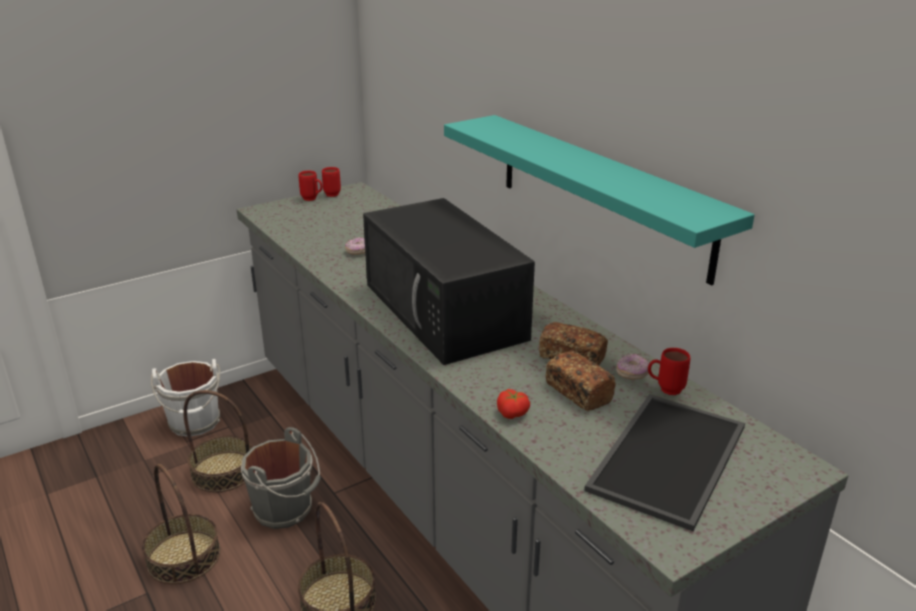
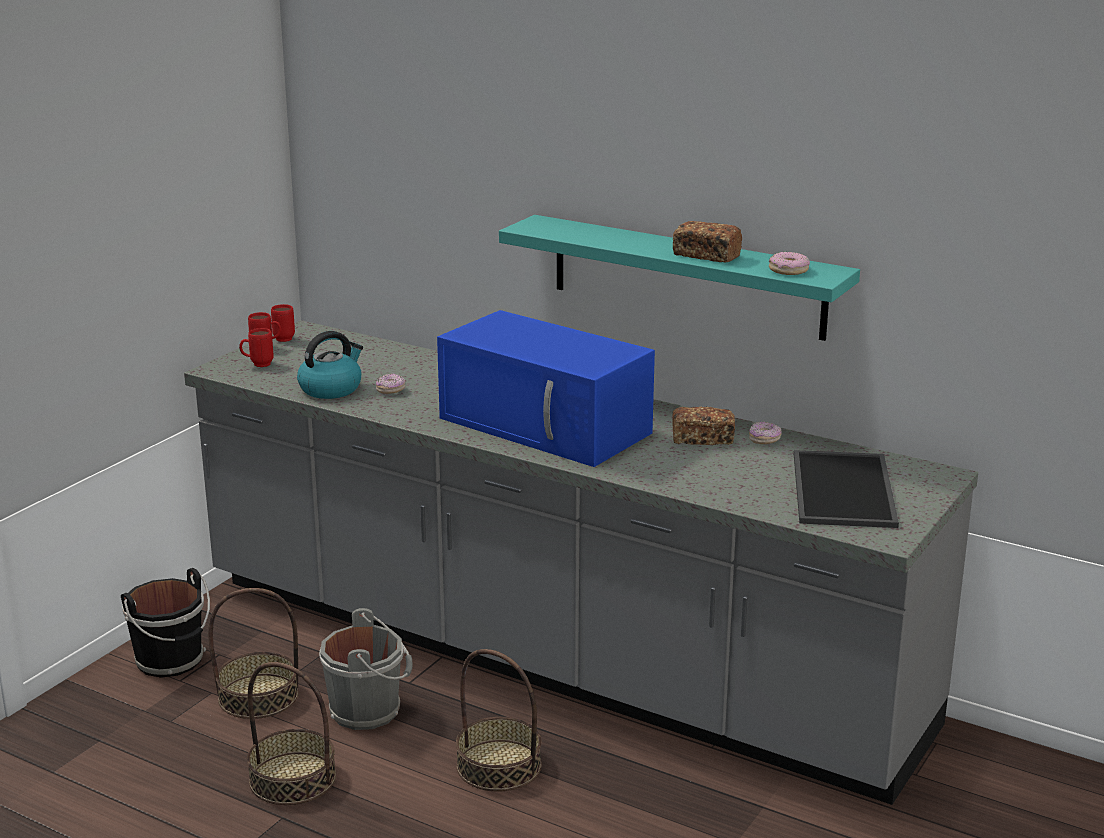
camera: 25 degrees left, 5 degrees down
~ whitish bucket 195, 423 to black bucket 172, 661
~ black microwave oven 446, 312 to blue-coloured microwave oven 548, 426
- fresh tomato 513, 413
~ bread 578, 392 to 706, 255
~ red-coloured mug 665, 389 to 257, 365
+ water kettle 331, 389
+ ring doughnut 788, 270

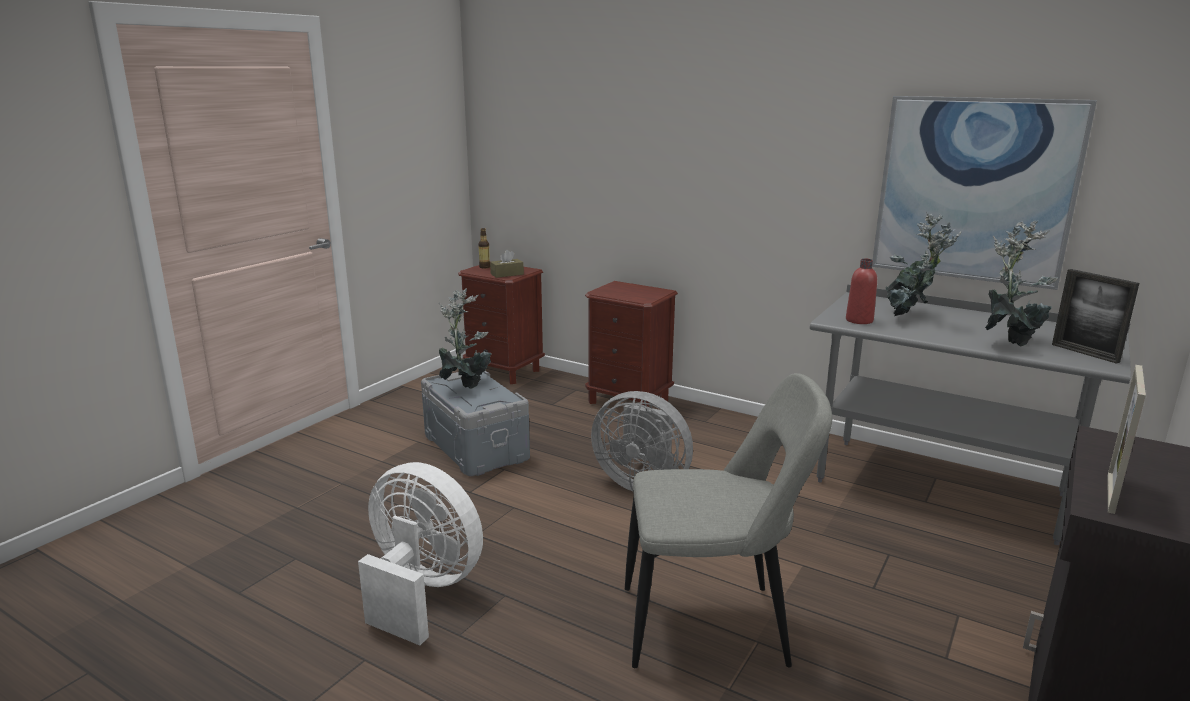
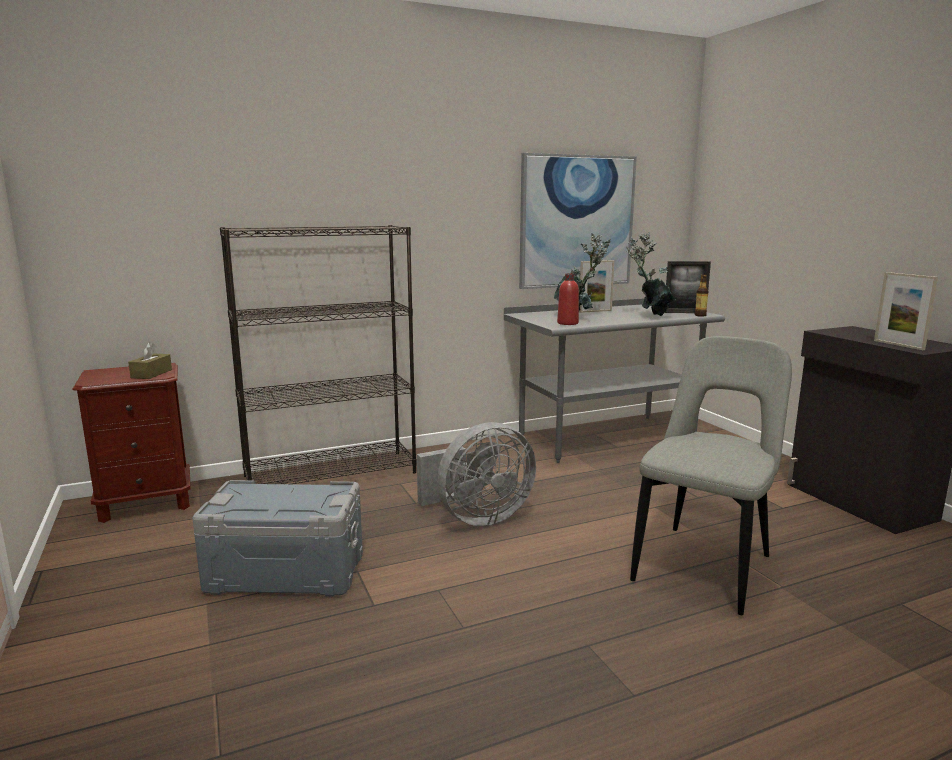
camera: 55 degrees left, 5 degrees down
- whitish cooling fan 421, 591
- houseplant 465, 385
~ beverage bottle 484, 267 to 700, 315
~ brown-coloured bedside table 628, 401 to black shelving unit 331, 474
+ photo frame 595, 311

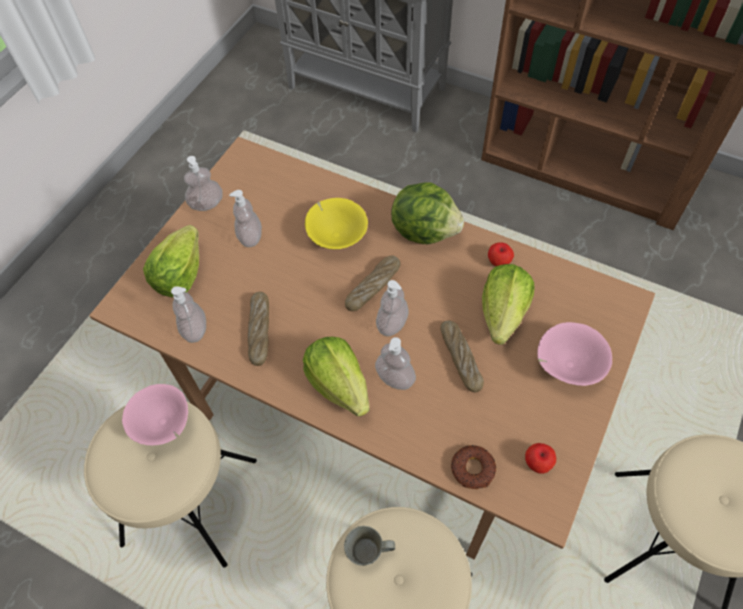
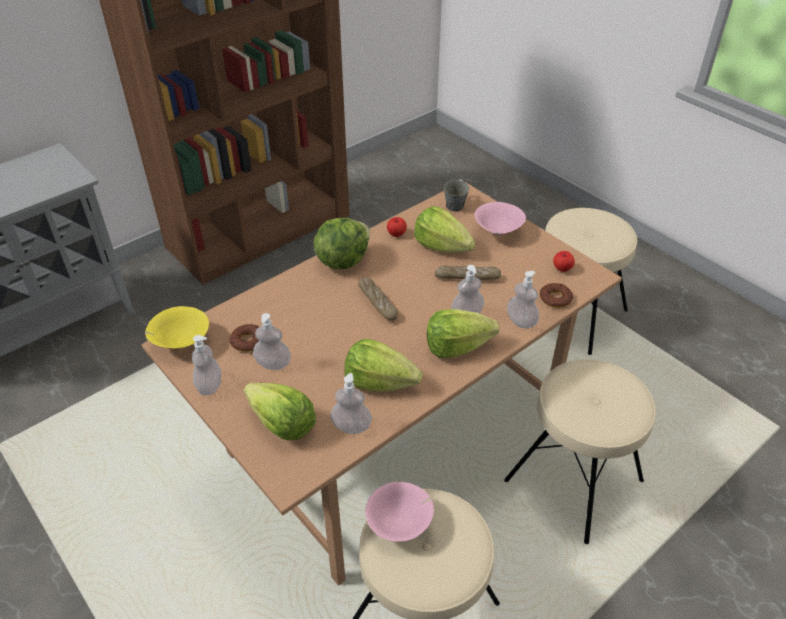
camera: 70 degrees left, 15 degrees down
~ bread 260, 331 to lettuce head 379, 382
~ yellow deep dish 336, 236 to 180, 342
~ greyish mug 368, 552 to 455, 205
~ soap bottle 392, 324 to 521, 321
+ ring doughnut 247, 341

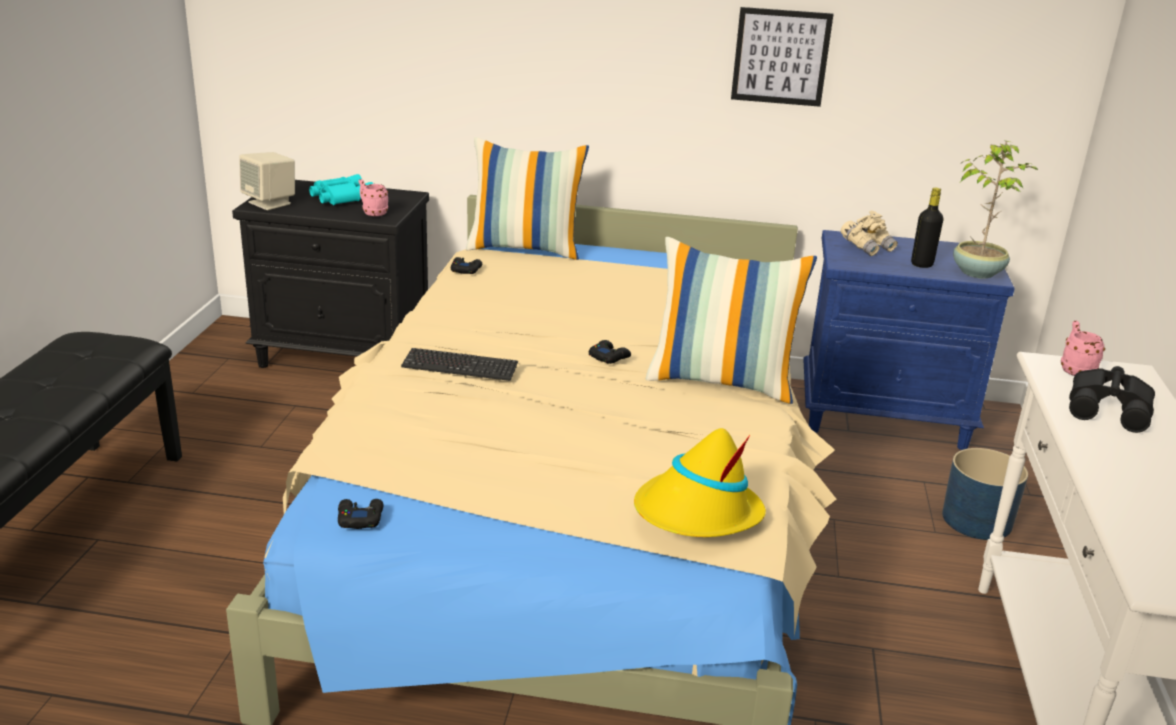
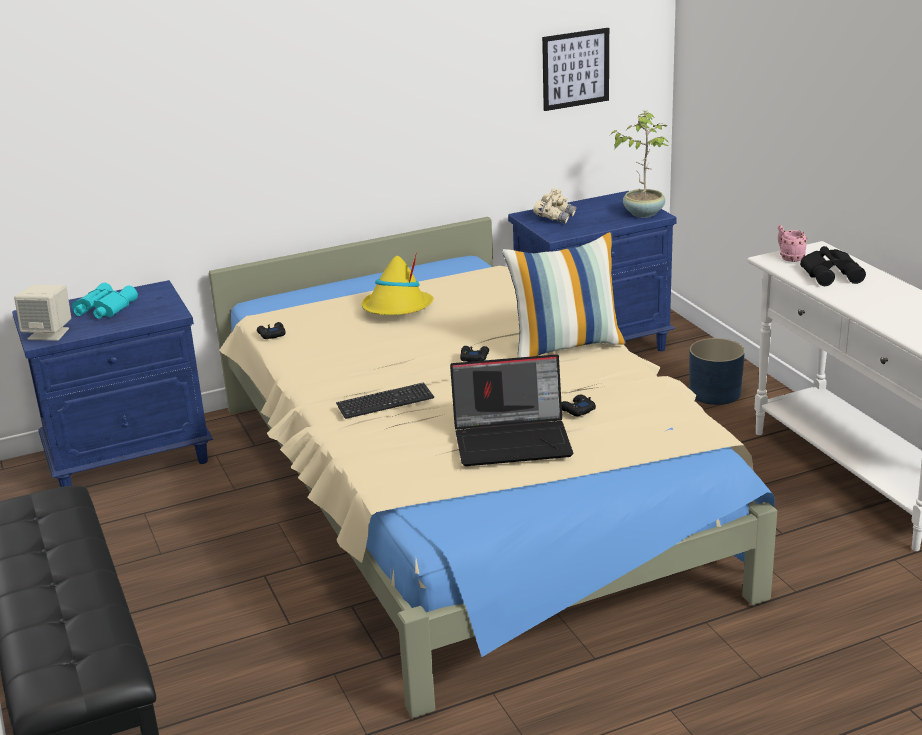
camera: 30 degrees left, 0 degrees up
~ black bedside table 345, 355 to blue-coloured bedside table 130, 458
~ black gamepad 360, 518 to 576, 410
- pink mug 372, 213
- pillow 525, 248
~ yellow hat 697, 514 to 397, 309
~ wall art 780, 57 to 575, 69
- black beverage bottle 922, 264
+ laptop 513, 440

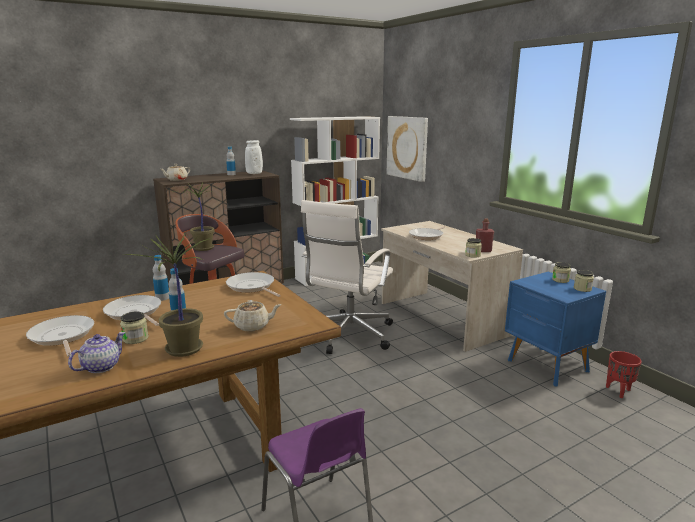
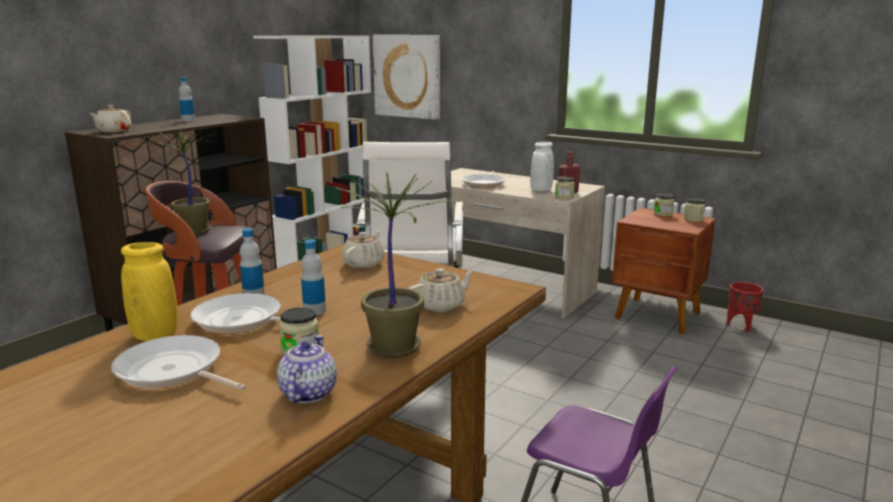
camera: 25 degrees left, 0 degrees up
~ frying pan 252, 287 to beige-coloured tea pot 364, 263
~ whitish decorative vase 254, 173 to 541, 190
~ blue-coloured bedside table 547, 366 to brown-coloured bedside table 658, 316
+ yellow decorative vase 155, 336

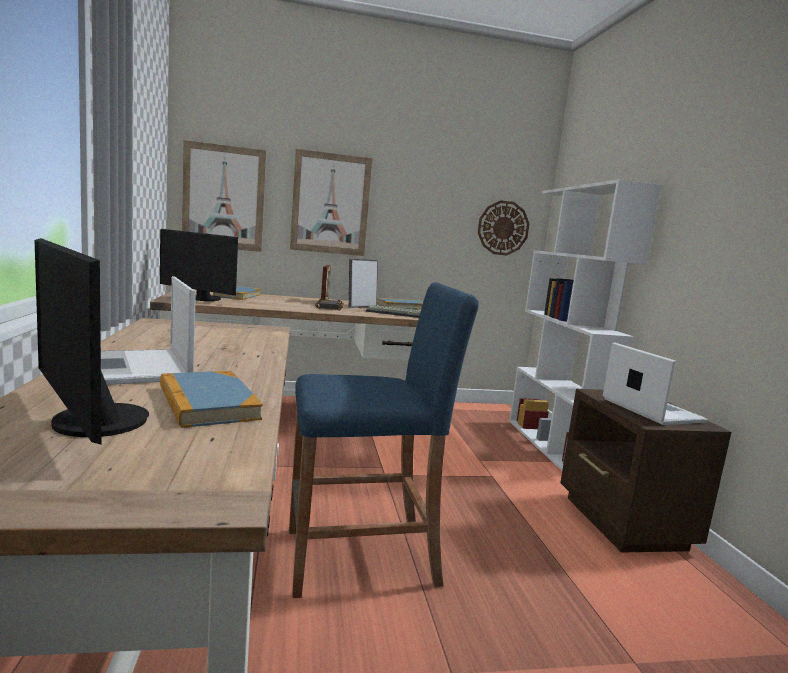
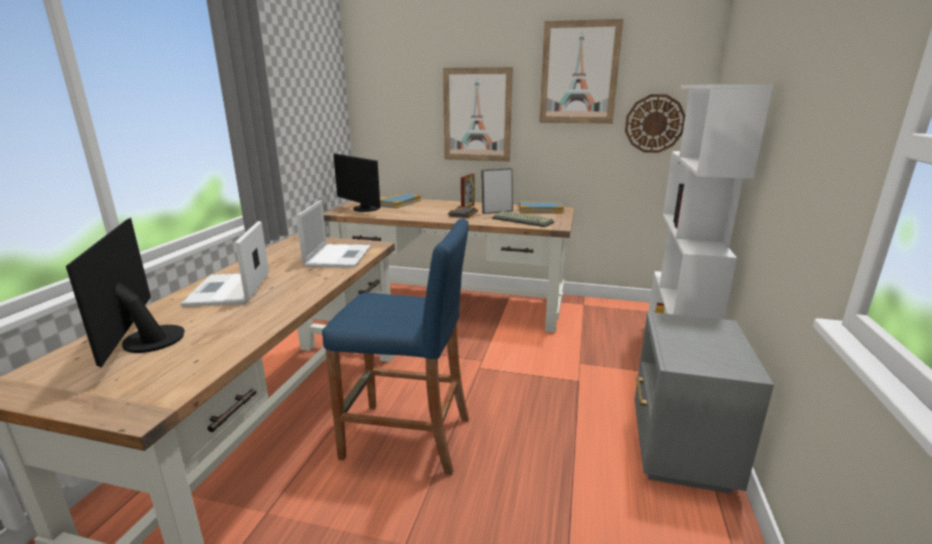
camera: 25 degrees right, 10 degrees up
- volume 207, 403
~ wall art 224, 197 to 579, 73
~ brown-coloured bedside table 623, 523 to greyish bedside table 679, 450
~ laptop 650, 409 to 338, 256

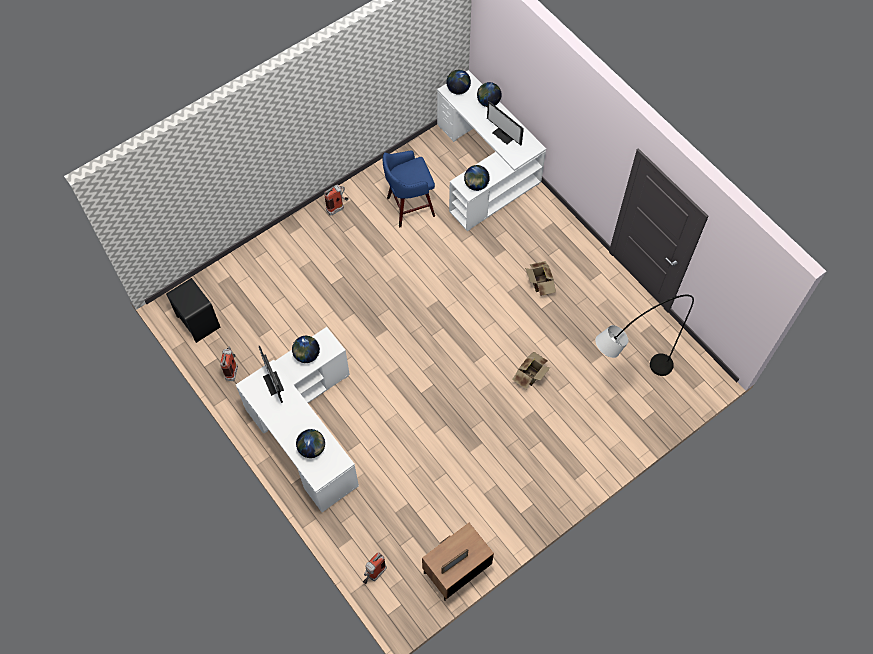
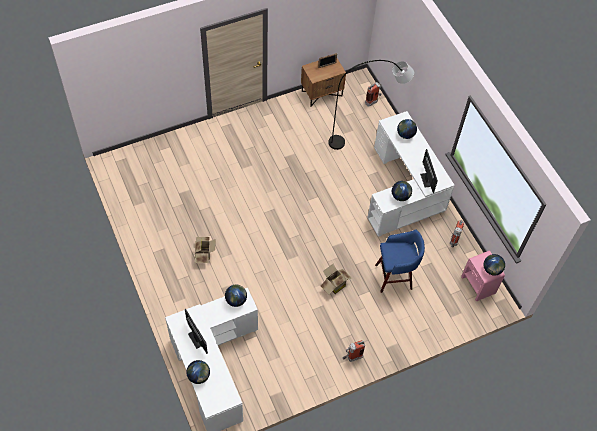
camera: 170 degrees left, 5 degrees down
~ black bedside table 198, 321 to pink bedside table 478, 285
~ blue-coloured stool 409, 207 to 395, 277
~ globe 458, 89 to 492, 270
~ packing box 531, 375 to 334, 285
~ greyish standing lamp 623, 384 to 366, 137

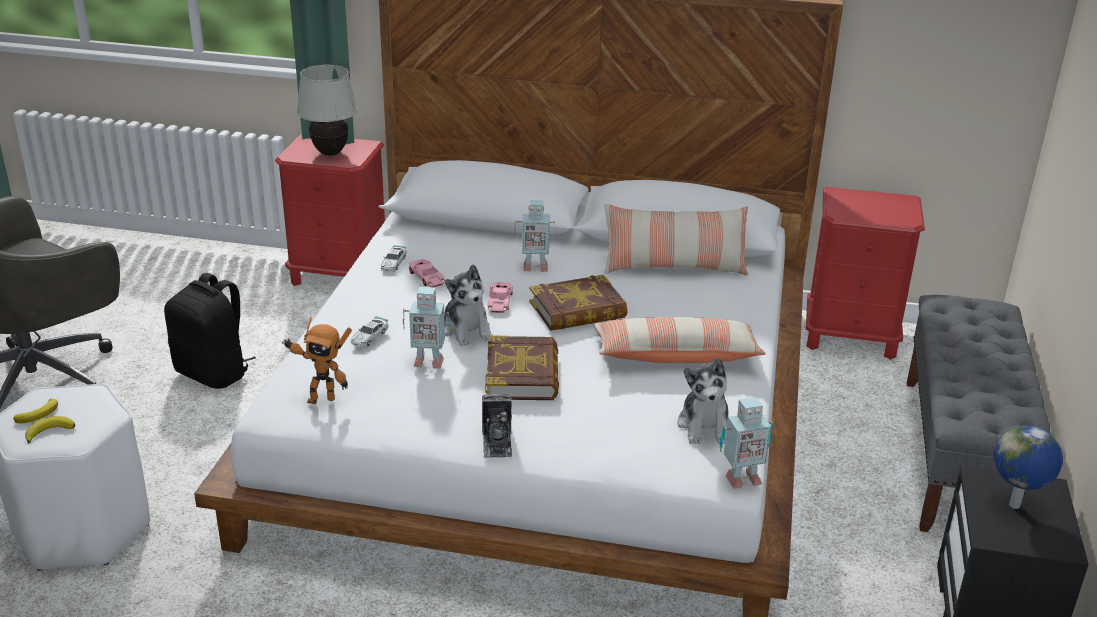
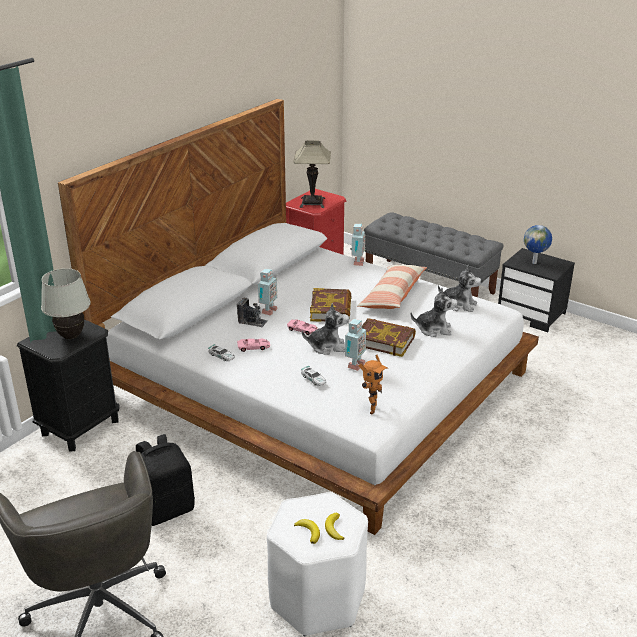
camera: 65 degrees left, 0 degrees up
~ red-coloured bedside table 339, 275 to black bedside table 80, 427
~ still camera 497, 442 to 252, 321
- pillow 674, 267
~ toy robot 741, 479 to 357, 263
+ lamp for a table 312, 202
+ cuddly toy 434, 329

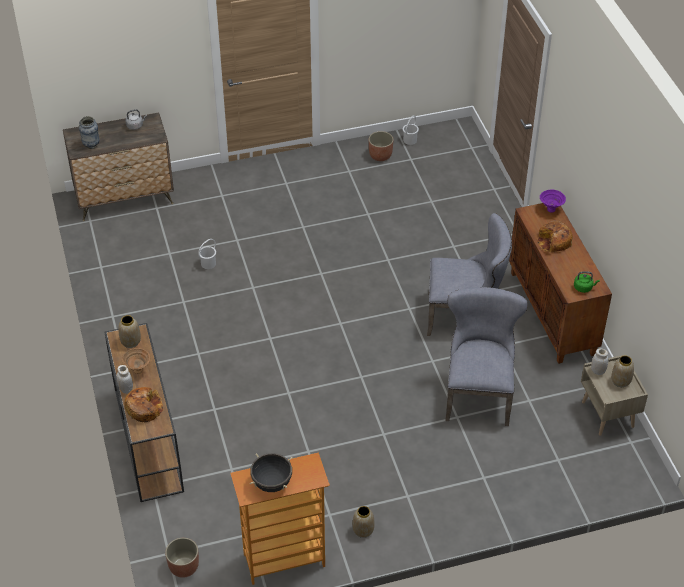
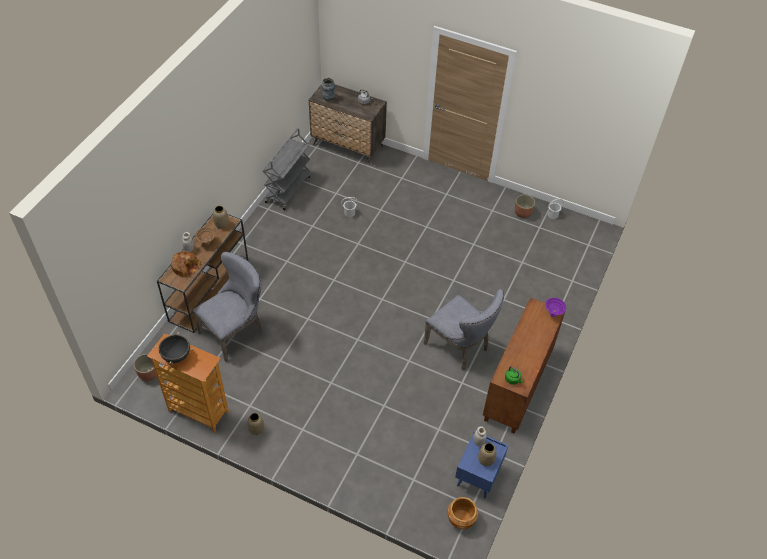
camera: 40 degrees right, 5 degrees up
~ greyish plain chair 478, 393 to 235, 331
- bread 554, 242
~ beige-coloured bedside table 608, 414 to blue-coloured bedside table 478, 477
+ greyish wheeled cart 288, 188
+ brown-coloured plant pot 461, 519

